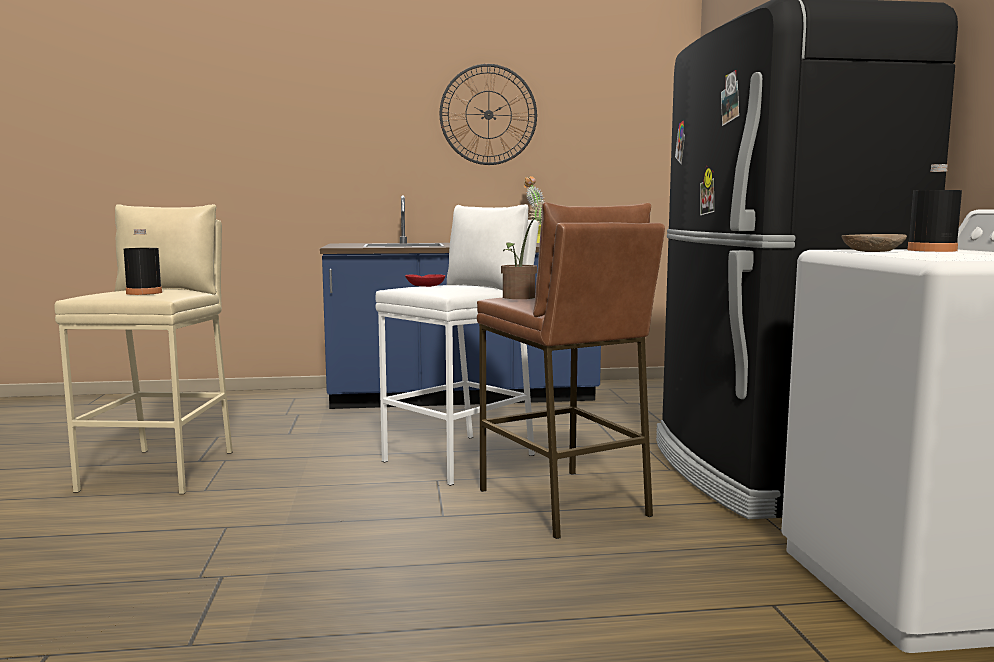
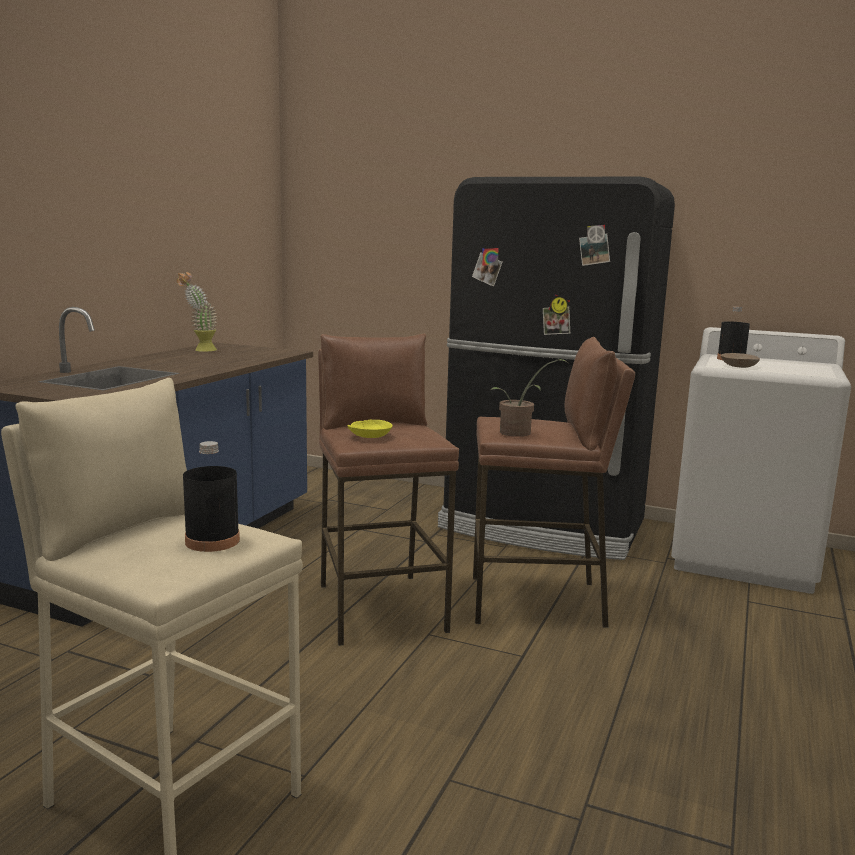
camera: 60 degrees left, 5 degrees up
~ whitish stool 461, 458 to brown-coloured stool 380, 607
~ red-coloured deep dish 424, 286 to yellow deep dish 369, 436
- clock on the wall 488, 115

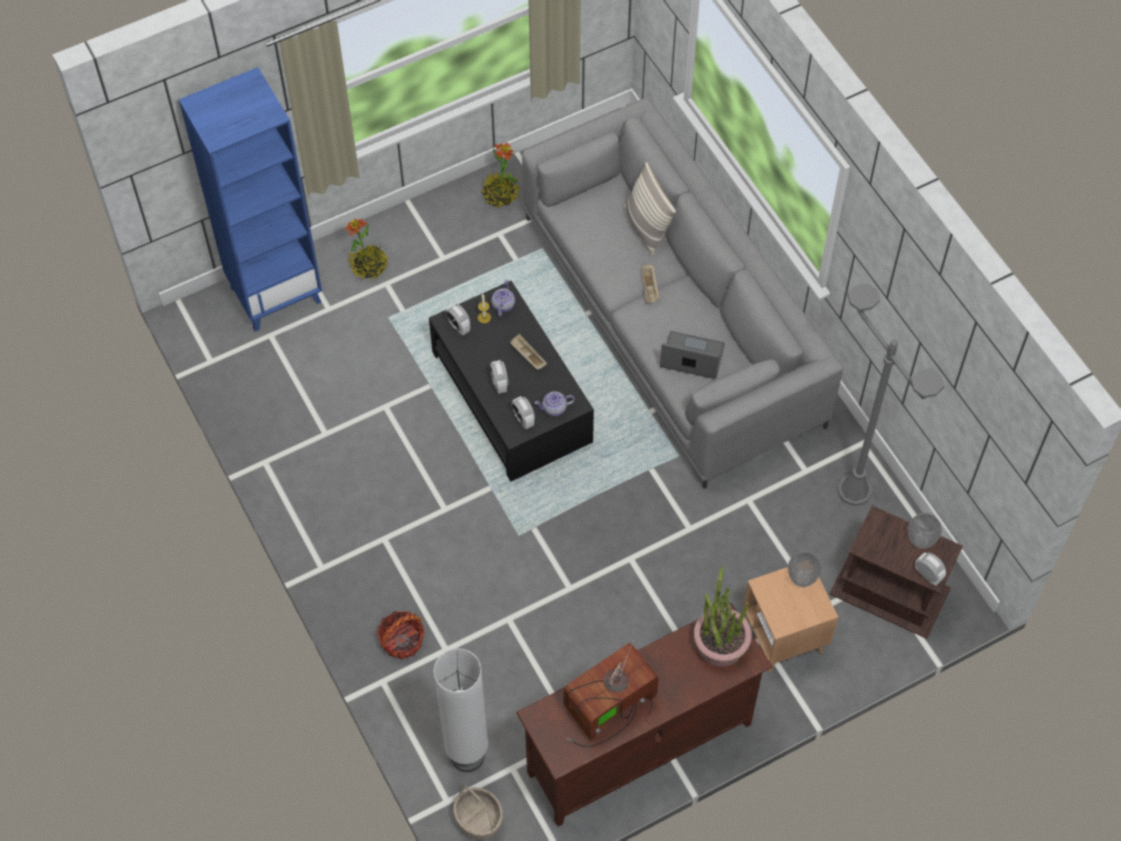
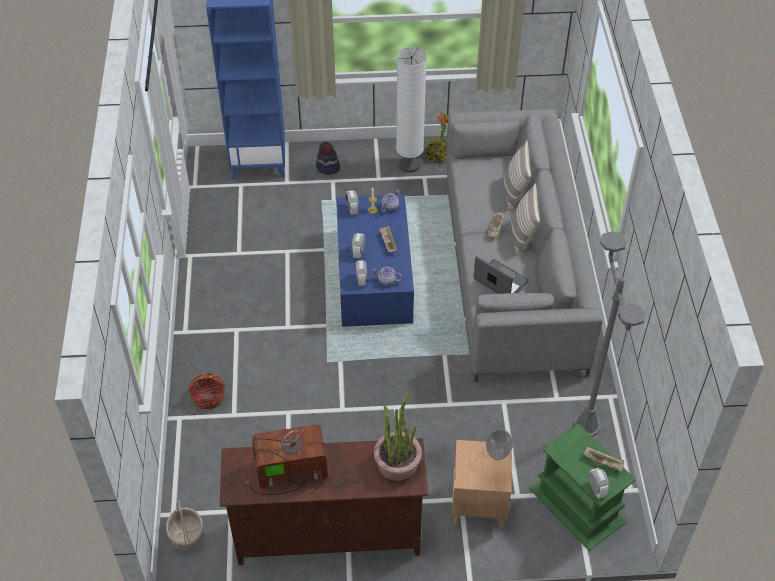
camera: 25 degrees right, 10 degrees down
~ houseplant 369, 266 to hat 328, 167
~ black lounge table 511, 397 to blue-coloured lounge table 374, 275
~ whitish standing lamp 467, 756 to 409, 165
~ brown-coloured accent table 888, 591 to greenish accent table 576, 505
~ decorative vase 920, 541 to beige-coloured serving tray 603, 462
+ pillow 521, 236

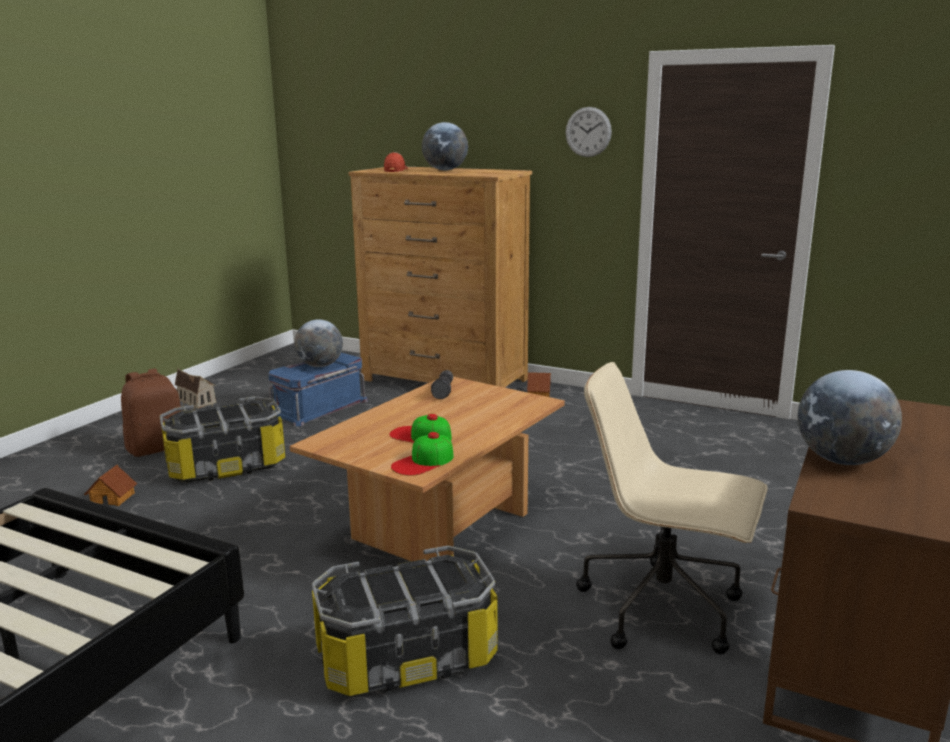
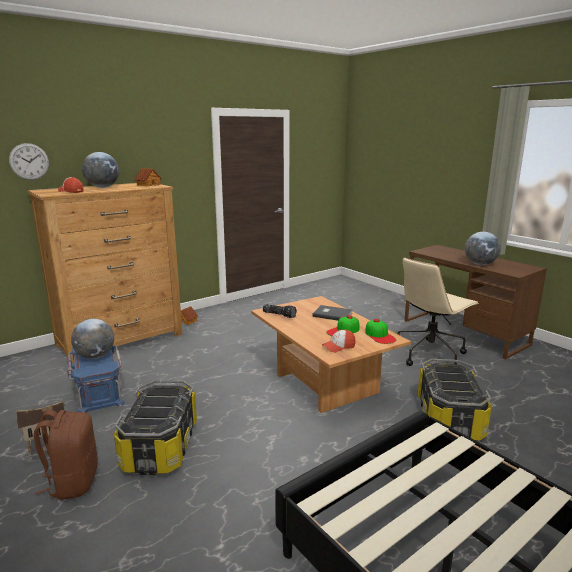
camera: 65 degrees left, 0 degrees up
~ miniature house 113, 498 to 148, 185
~ clock on the wall 588, 132 to 29, 161
+ greyish volume 332, 314
+ peaked cap 339, 347

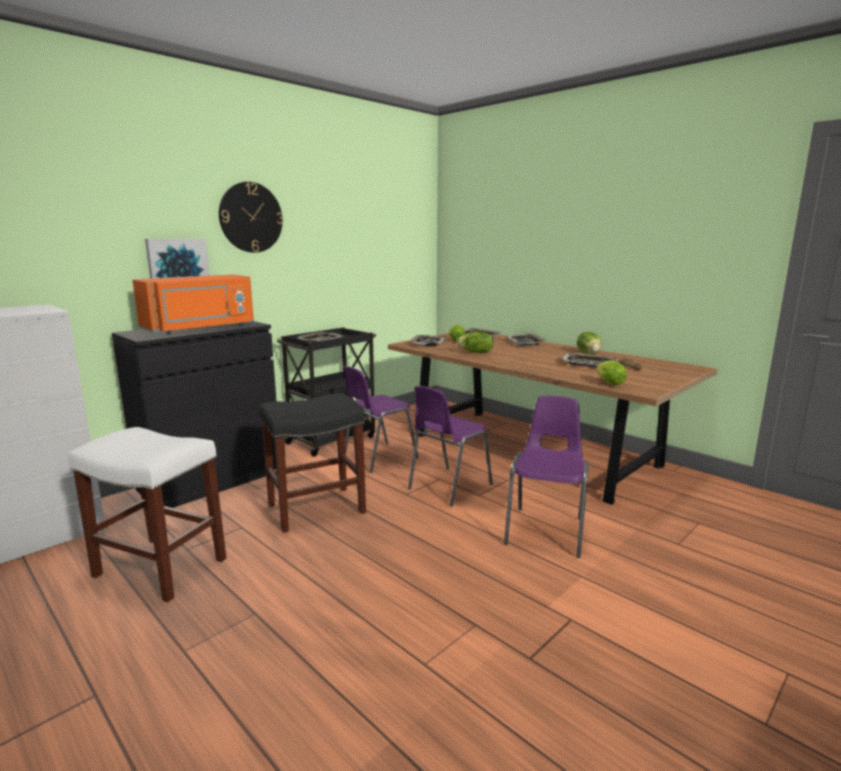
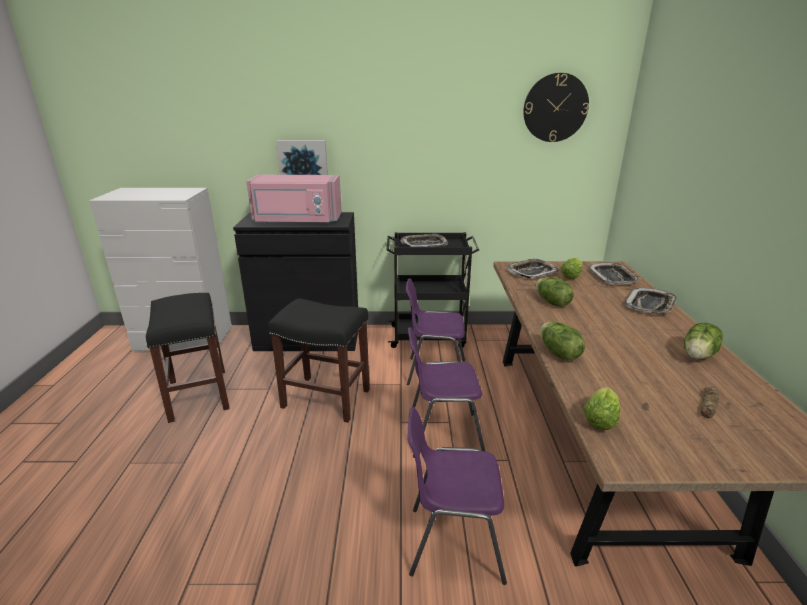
camera: 45 degrees right, 10 degrees up
~ whitish stool 159, 567 to black stool 198, 394
~ orange-coloured microwave oven 201, 329 to pink microwave oven 297, 221
~ clock on the wall 251, 217 to 555, 108
~ purplish plain chair 546, 530 = 452, 542 150 degrees counterclockwise
- serving tray 588, 364
+ lettuce head 558, 353

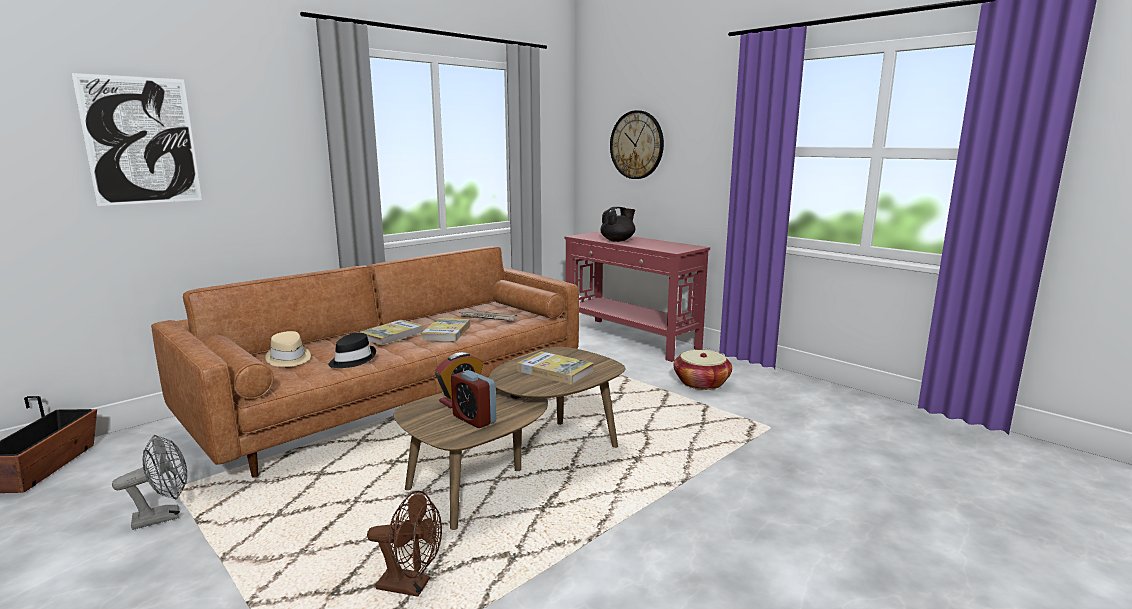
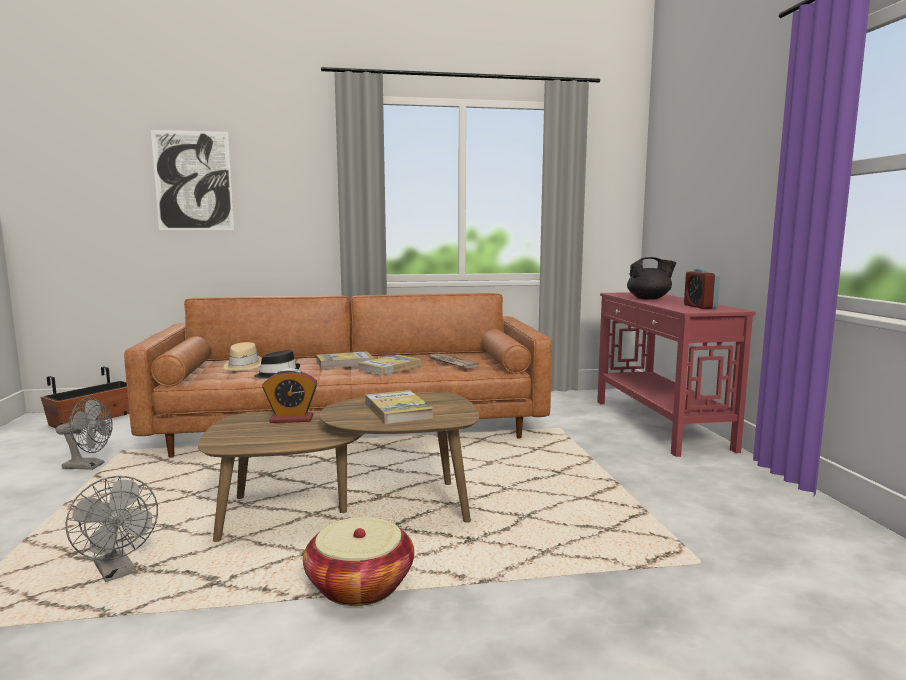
camera: 35 degrees right, 5 degrees down
~ brown-coloured cooling fan 411, 586 to greyish cooling fan 118, 572
~ bedside clock 474, 419 to 700, 306
- clock on the wall 637, 145
~ household basket 701, 383 to 360, 585

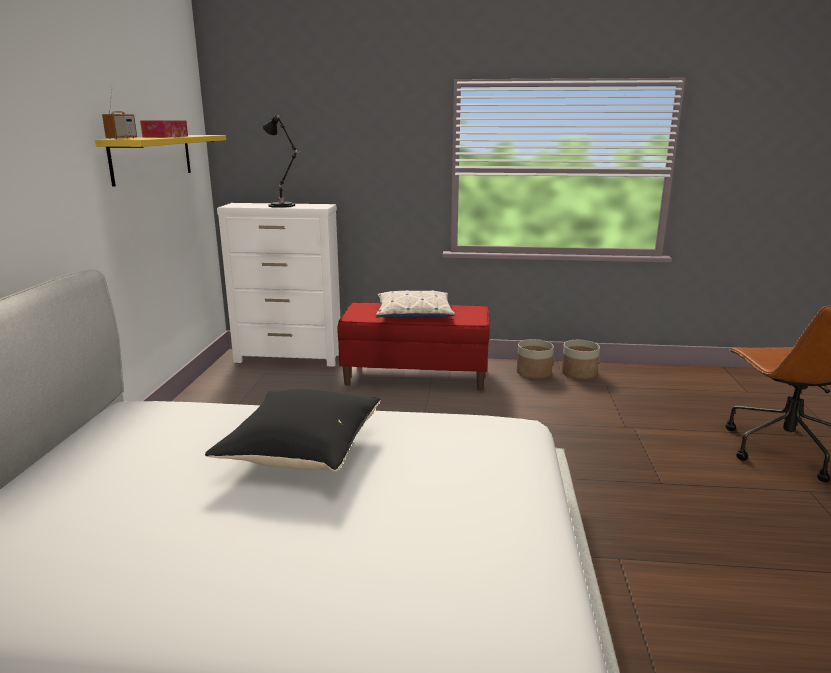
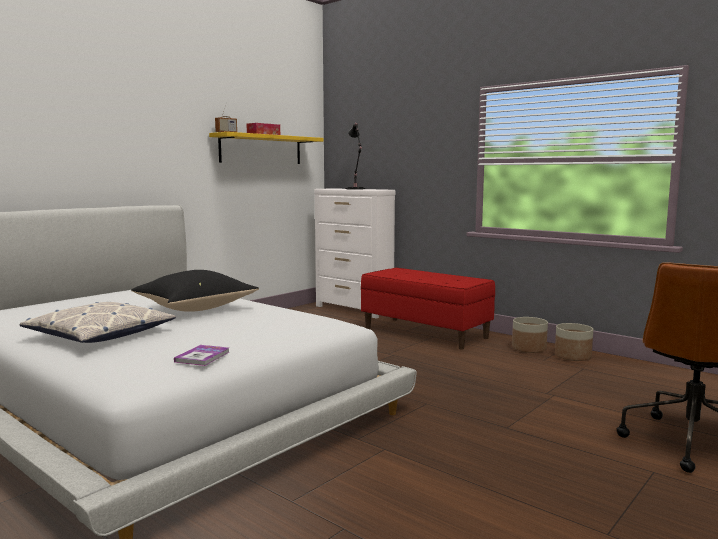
camera: 35 degrees right, 10 degrees down
~ pillow 414, 313 to 100, 334
+ volume 202, 357

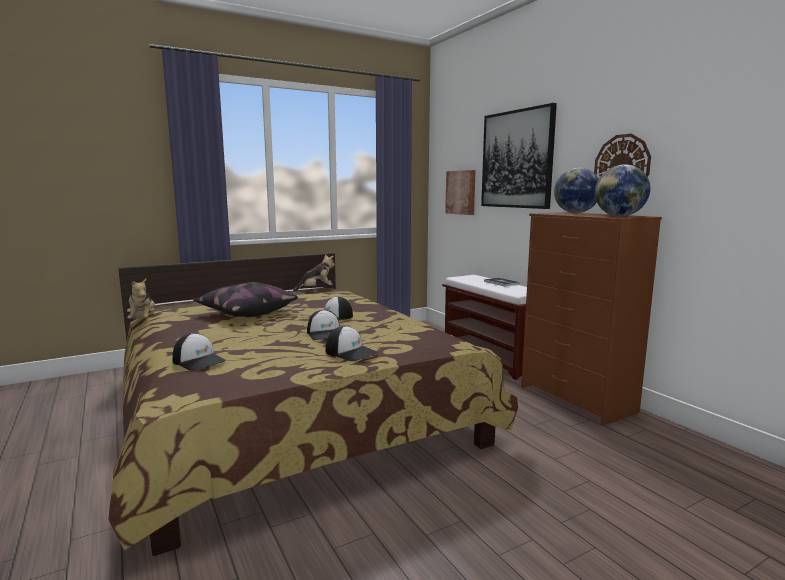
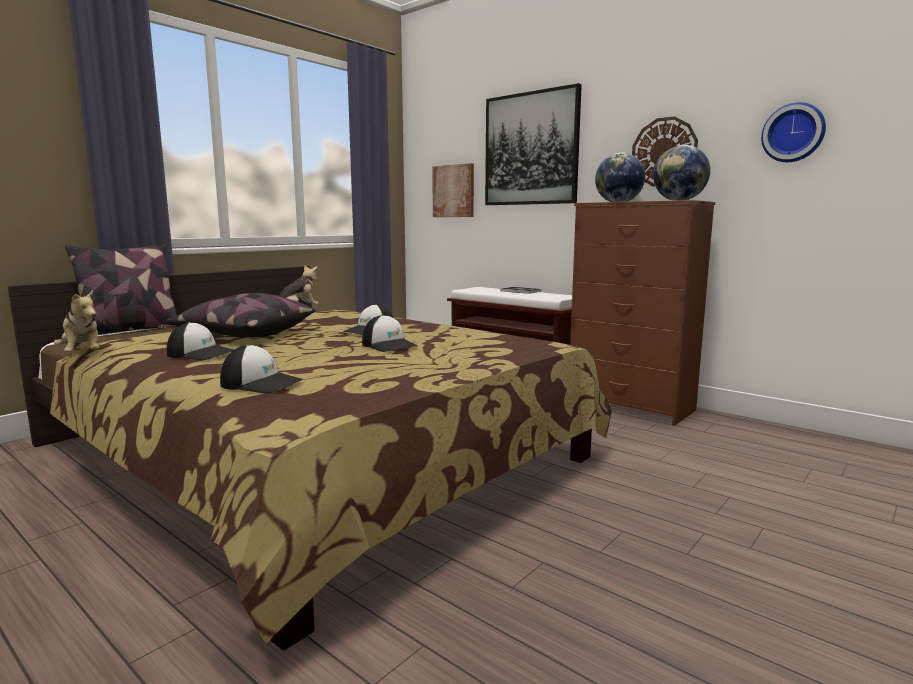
camera: 20 degrees left, 0 degrees up
~ peaked cap 351, 352 to 201, 354
+ pillow 130, 330
+ clock on the wall 793, 133

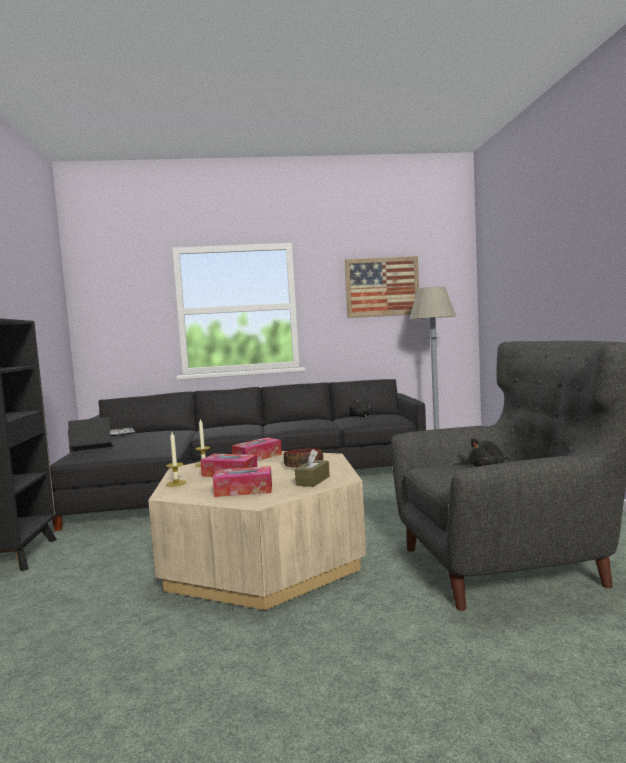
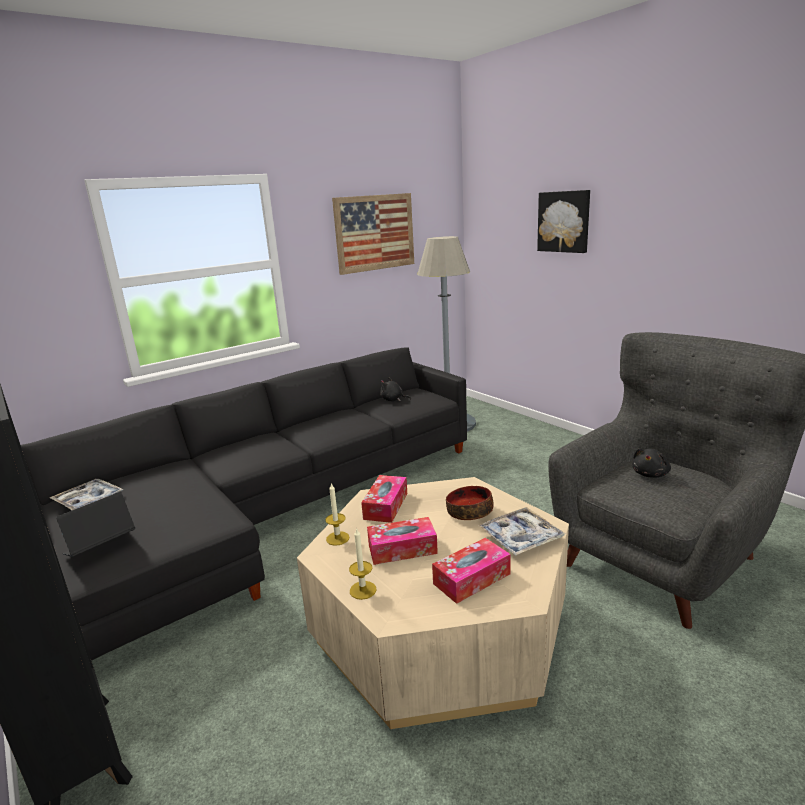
camera: 30 degrees left, 15 degrees up
~ brown-coloured tissue holder 313, 480 to serving tray 520, 537
+ wall art 564, 221

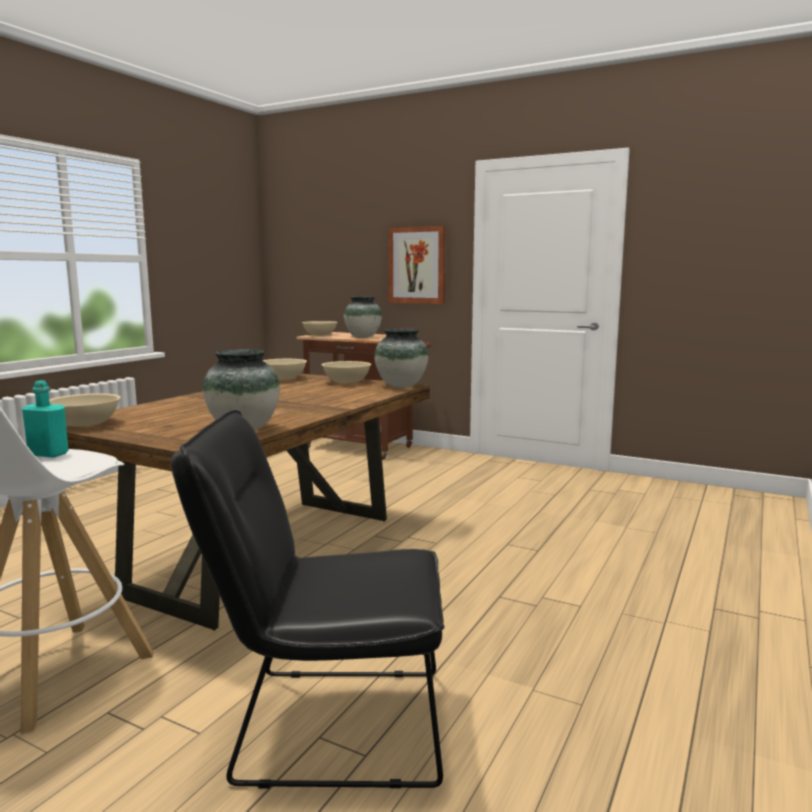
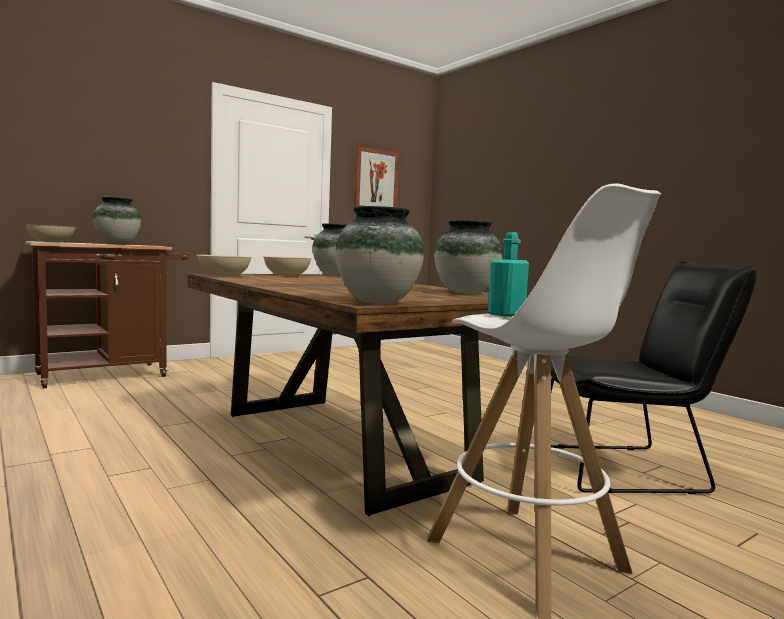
camera: 65 degrees left, 5 degrees down
~ beige-coloured deep dish 86, 424 to decorative vase 377, 301
~ black plain chair 325, 724 = 629, 469 120 degrees counterclockwise
~ wall art 417, 265 to 375, 181

